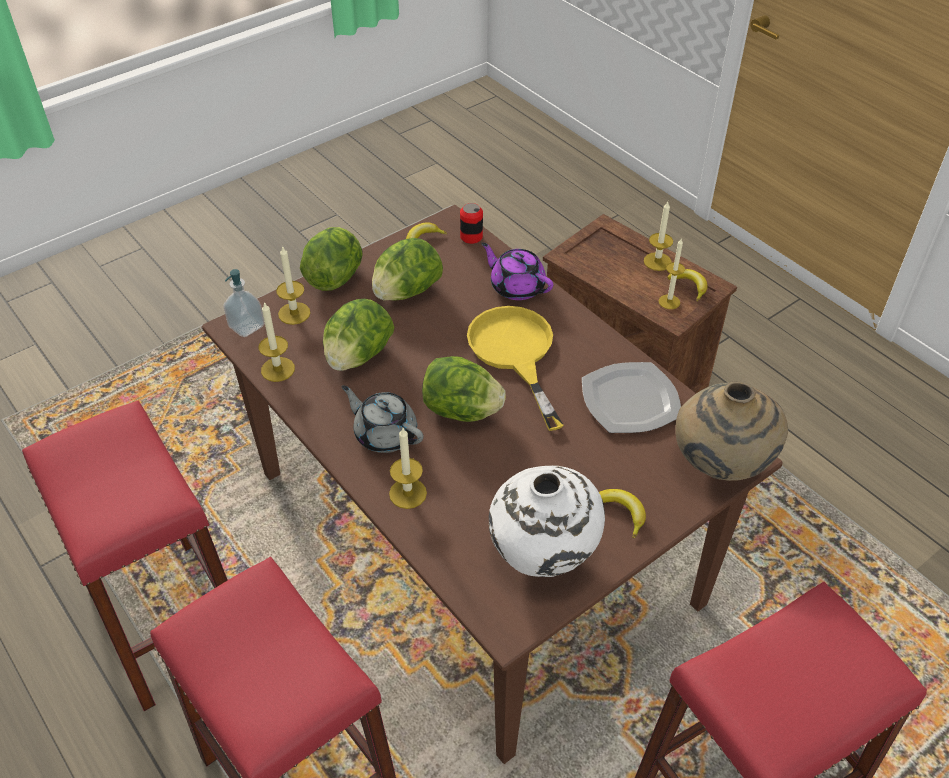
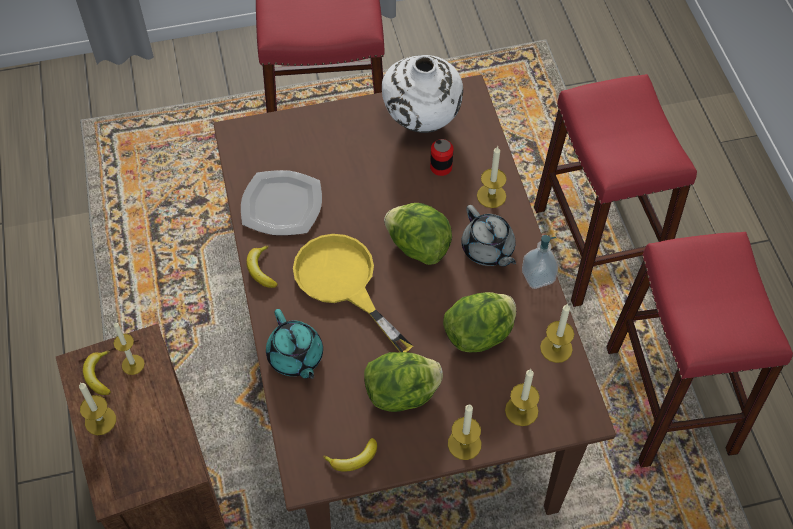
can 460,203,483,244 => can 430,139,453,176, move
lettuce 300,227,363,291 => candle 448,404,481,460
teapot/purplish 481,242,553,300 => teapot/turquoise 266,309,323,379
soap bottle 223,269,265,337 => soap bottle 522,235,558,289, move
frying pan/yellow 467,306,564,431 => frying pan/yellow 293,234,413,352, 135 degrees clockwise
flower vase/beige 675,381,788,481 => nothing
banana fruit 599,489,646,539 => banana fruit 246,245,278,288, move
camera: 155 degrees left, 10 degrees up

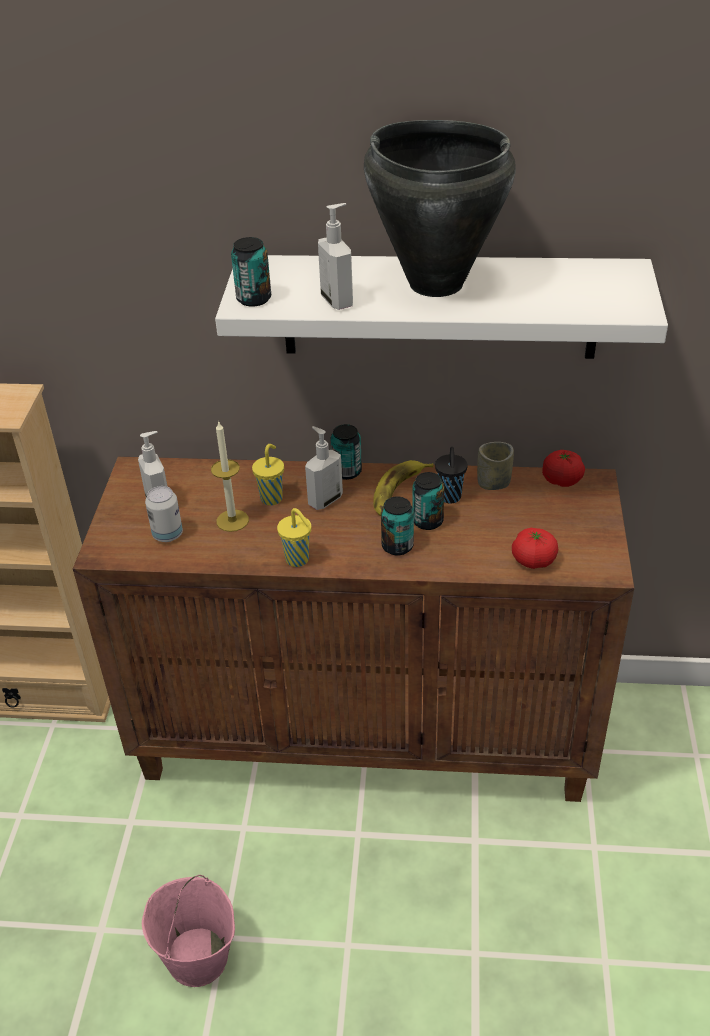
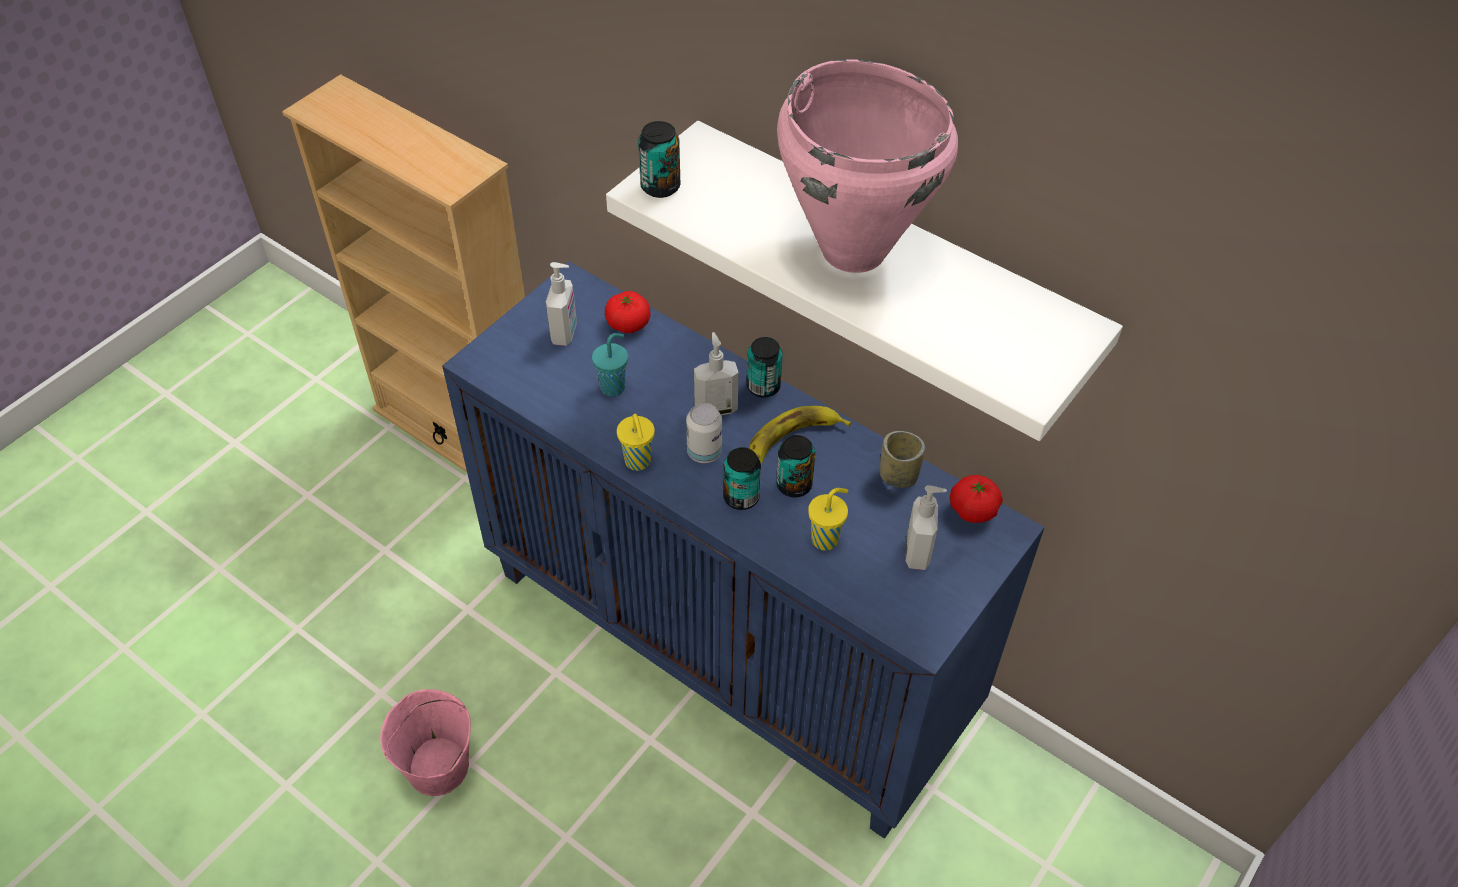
saucepot/black-coloured 364,120,516,297 => saucepot/pink 777,59,958,273
soap bottle 318,203,353,310 => soap bottle 906,485,947,570, move
candle 211,420,249,532 => small cup/turquoise 592,333,628,397
small cup/yellow 252,444,284,506 => small cup/yellow 808,488,848,550, move
small cup/black-coloured 435,447,468,504 => nothing
cabinet/brown 73,457,634,802 => cabinet/blue 442,261,1045,839
can 145,486,183,542 => can 686,403,722,463, move
fresh tomato 512,528,558,569 => fresh tomato 605,291,651,333, move
camera: 30 degrees right, 10 degrees up

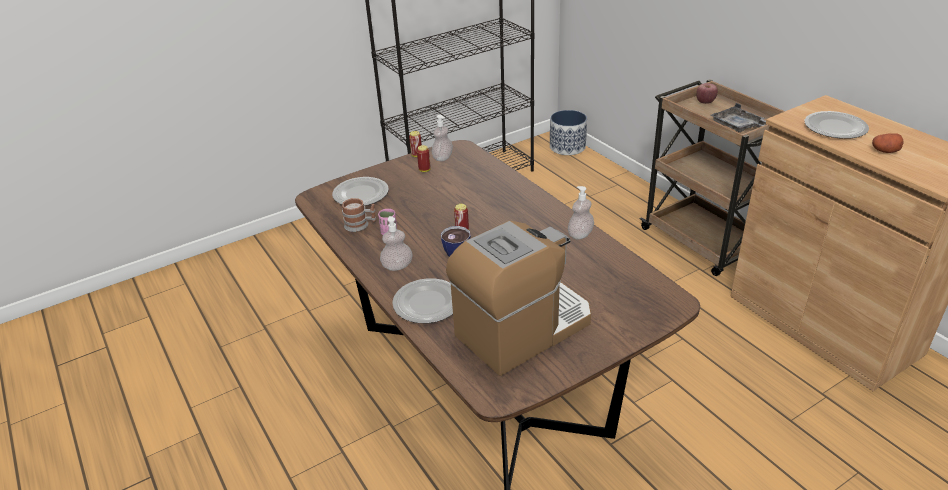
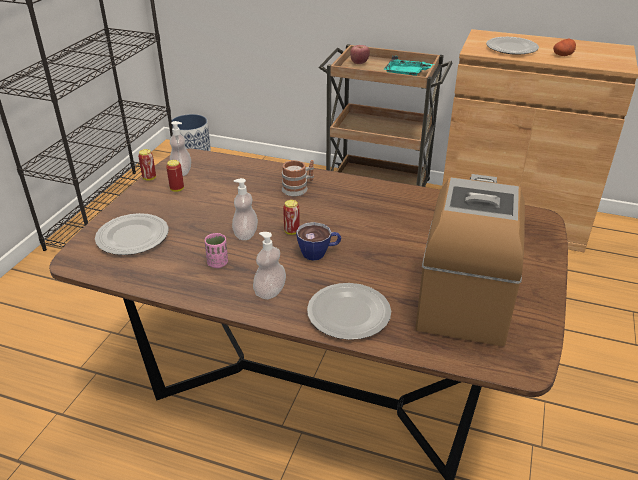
serving tray/gray 710,103,766,132 => serving tray/turquoise 383,56,435,76
soap bottle 568,186,594,240 => soap bottle 232,178,258,240, move
mug 342,198,376,232 => mug 282,160,314,196, move
camera: 40 degrees left, 0 degrees up

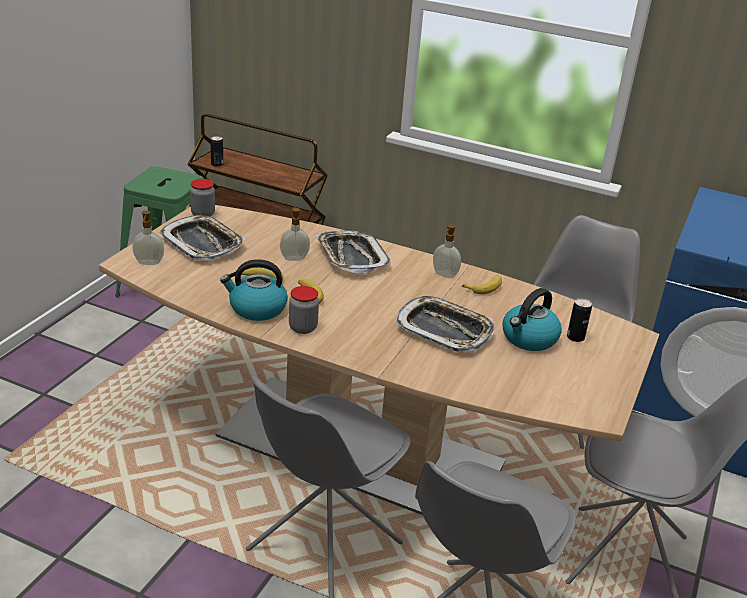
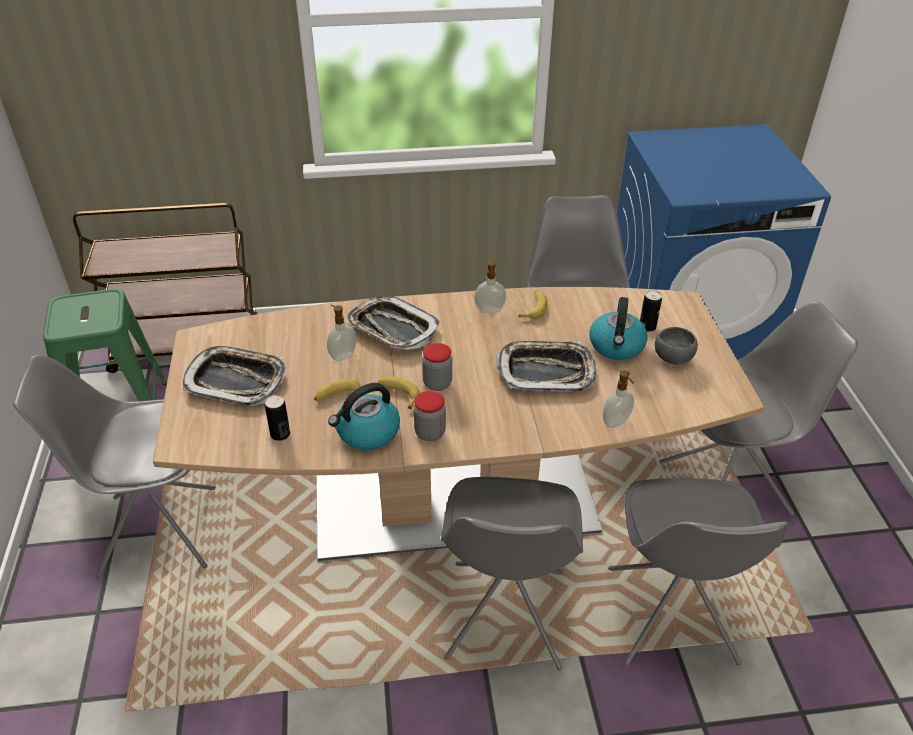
can 210,136,223,167 => can 265,395,290,441, move
preserve jar 190,179,215,217 => preserve jar 422,343,452,391, move
soap bottle 132,210,164,265 => soap bottle 603,370,634,428, move
nothing => serving bowl/gray 655,327,698,365
nothing => chair/gray 13,355,216,579
camera: 30 degrees left, 10 degrees up

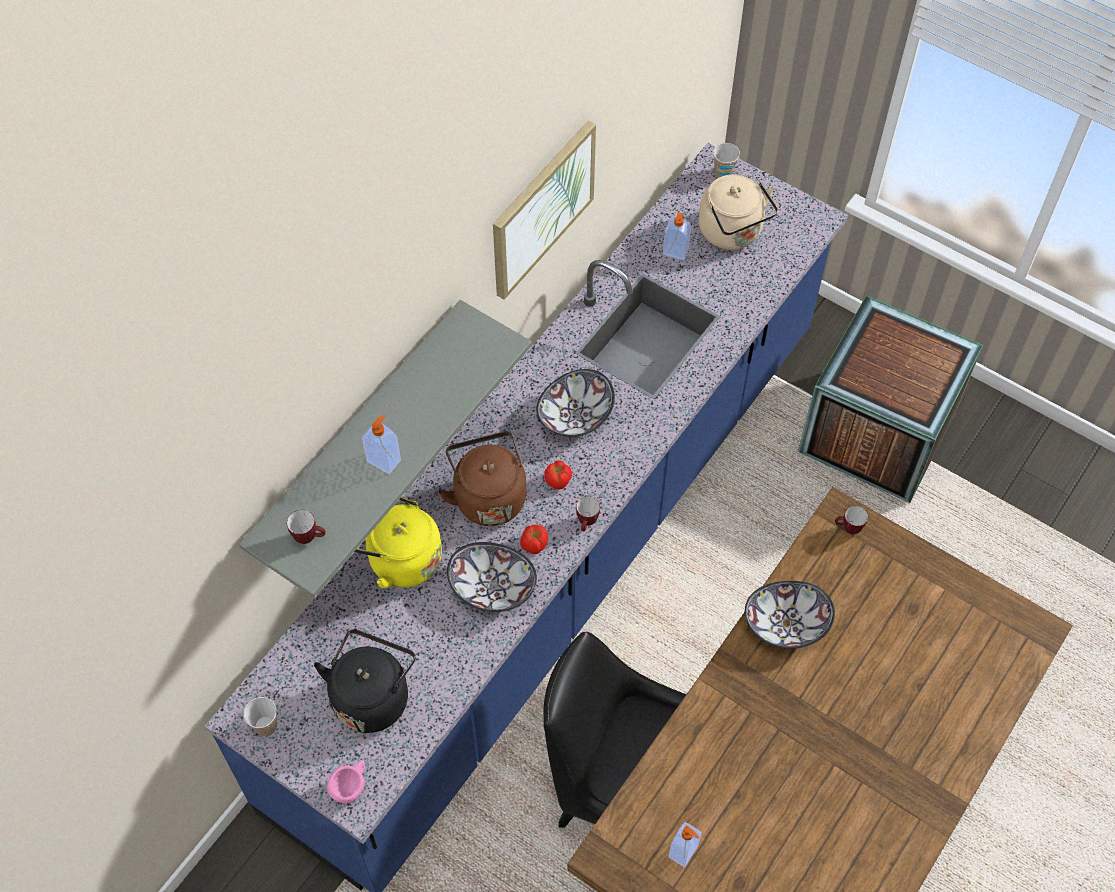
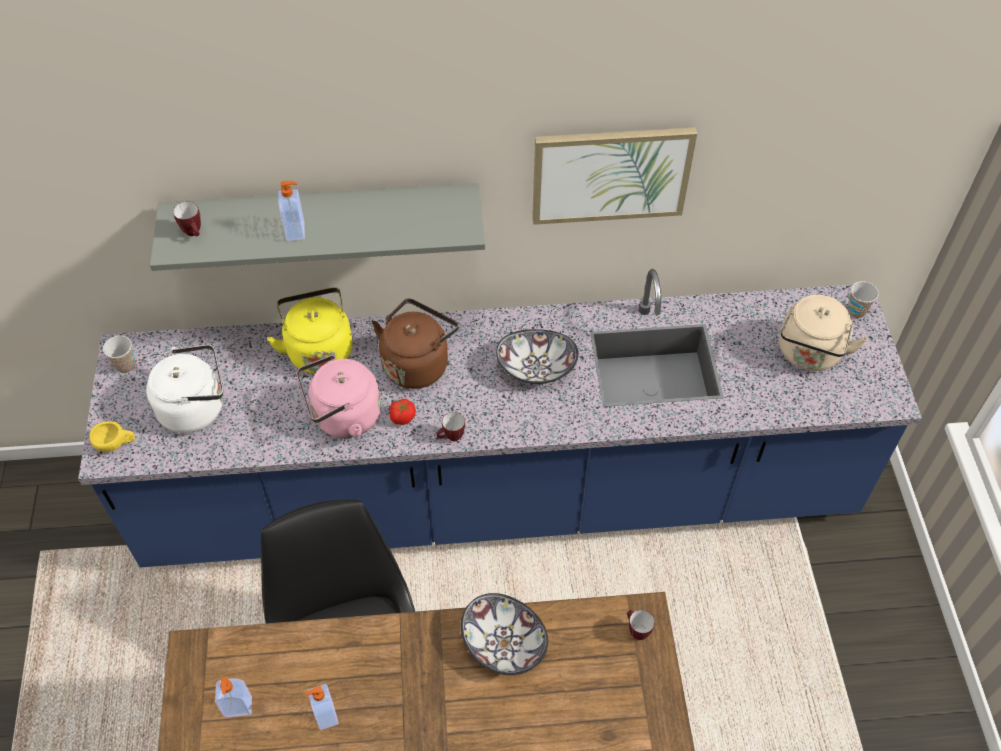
soap bottle 663,212,691,260 => soap bottle 305,684,339,730, move
crate 798,295,983,503 => nothing
fresh tomato 545,460,572,490 => nothing
serving bowl 447,542,537,612 => tea kettle/pink 296,355,381,438
tea kettle/black-coloured 314,629,416,733 => tea kettle/white 146,344,223,433
small cup/pink 327,760,365,803 => small cup/yellow 89,421,135,452
camera: 50 degrees right, 5 degrees down

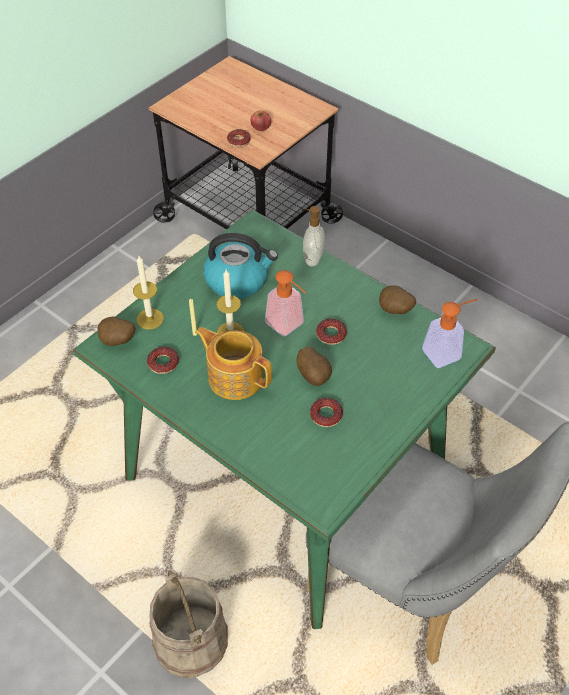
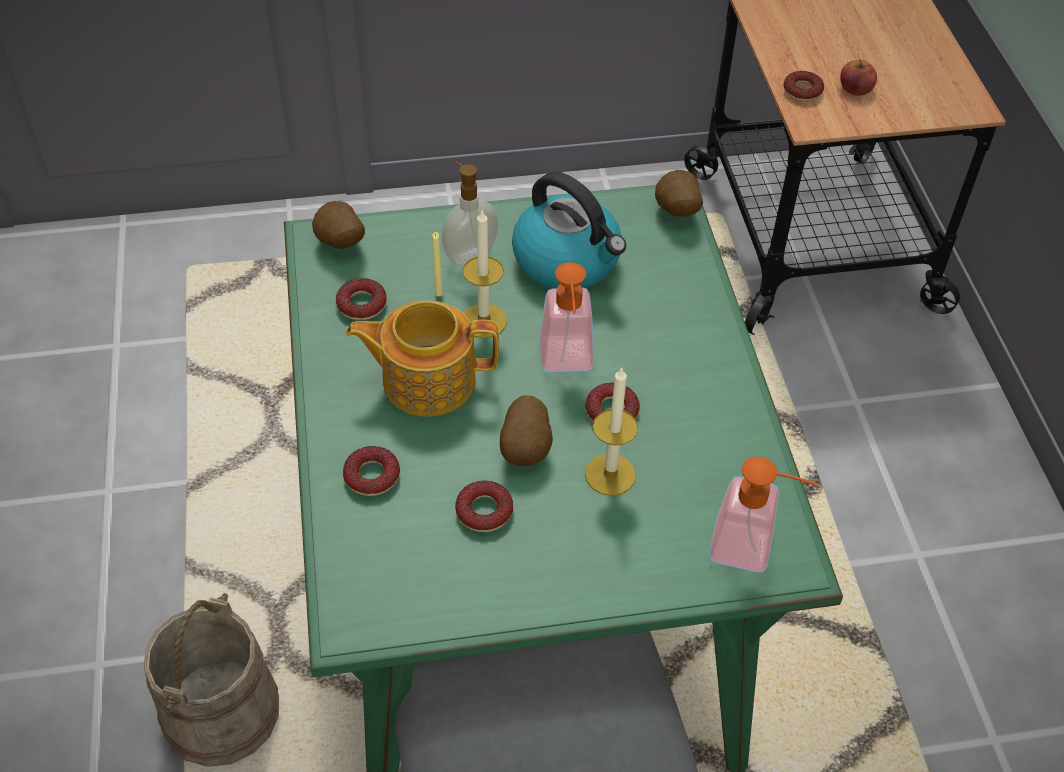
soap bottle 302,206,325,266 => soap bottle 442,161,498,266, move
candle 133,256,164,330 => candle 585,367,638,496, move
potato 379,285,416,314 => potato 655,170,703,217, move
teapot 195,327,272,400 => teapot 346,301,499,417, 75 degrees counterclockwise
nothing => donut 343,446,400,496
camera: 40 degrees right, 0 degrees up

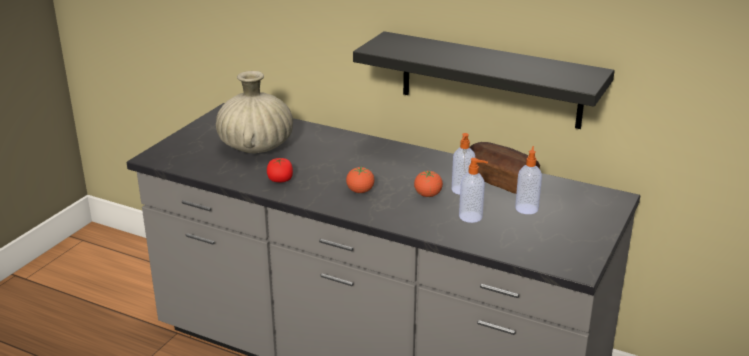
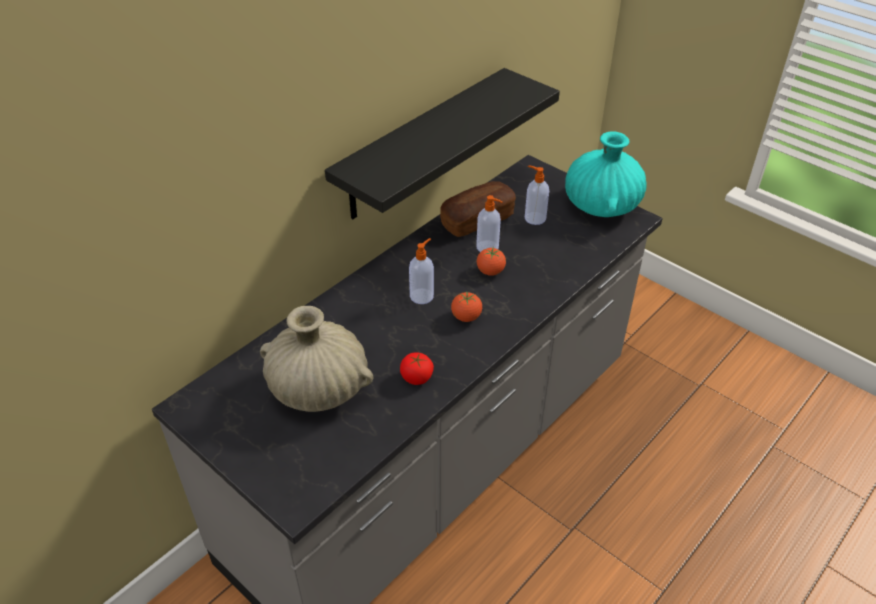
soap bottle 459,158,488,223 => soap bottle 409,238,434,304, move
nothing => flower vase/turquoise 565,131,647,217
camera: 75 degrees left, 15 degrees up

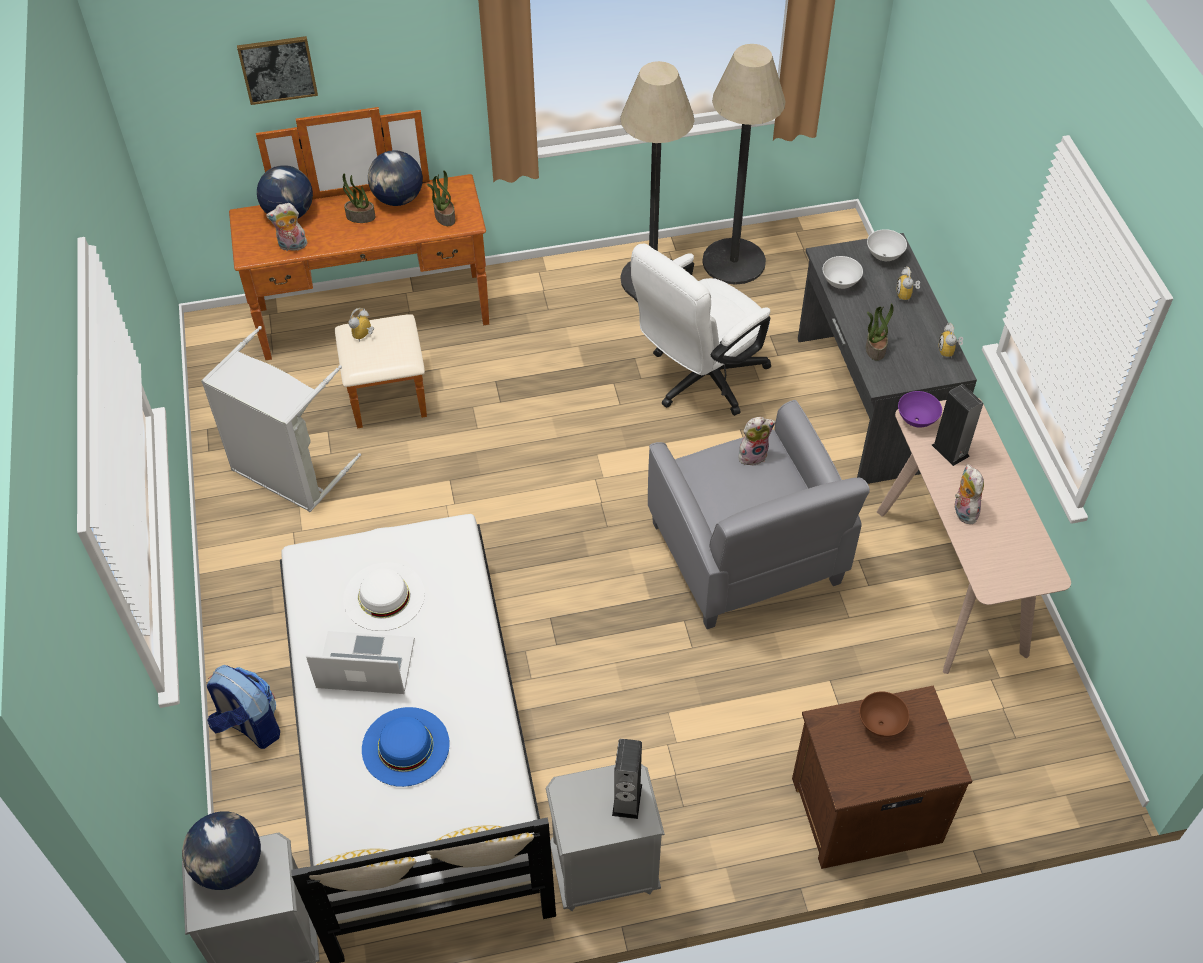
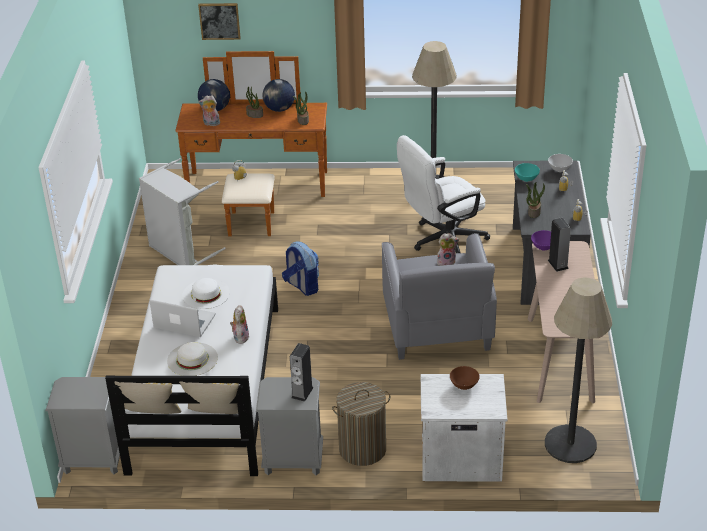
standard lamp 702,44,786,285 => standard lamp 545,277,612,463, move
serving bowl/white 823,256,863,289 => serving bowl/turquoise 515,163,540,182
soft toy 954,464,984,524 => soft toy 230,305,249,344, move
rucksack 207,665,280,749 => rucksack 282,242,319,296, move
bedside table/brown 792,685,972,869 => bedside table/white 421,374,508,482
clothing hat/blue 362,707,450,787 => clothing hat/white 167,342,218,376
world globe 182,811,261,890 => nothing
nothing => washing basket 332,382,390,466
camera: 15 degrees right, 15 degrees down

